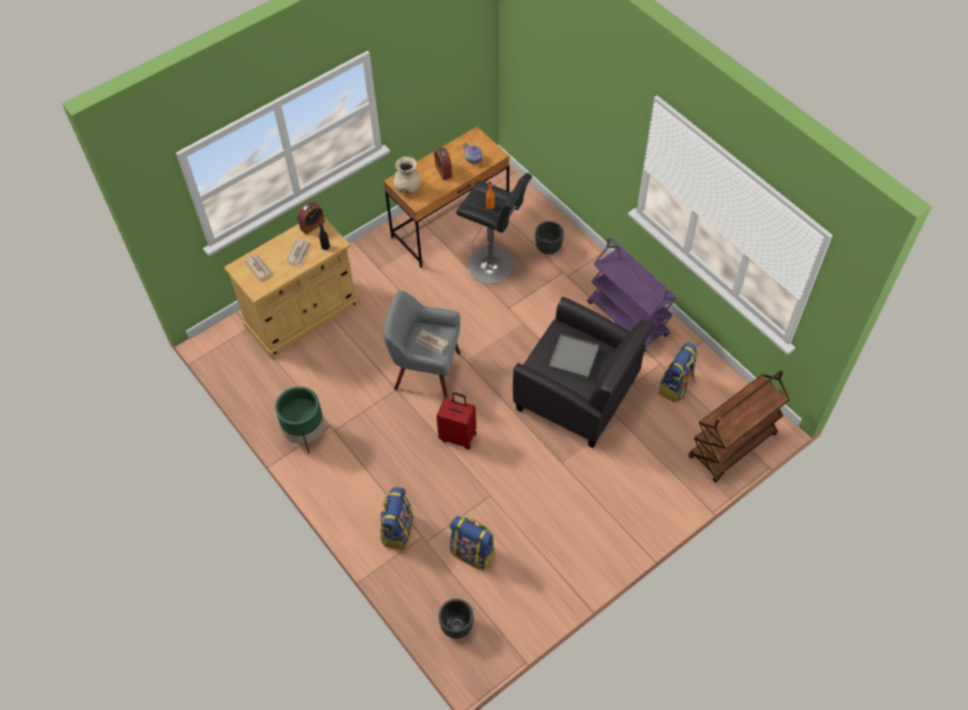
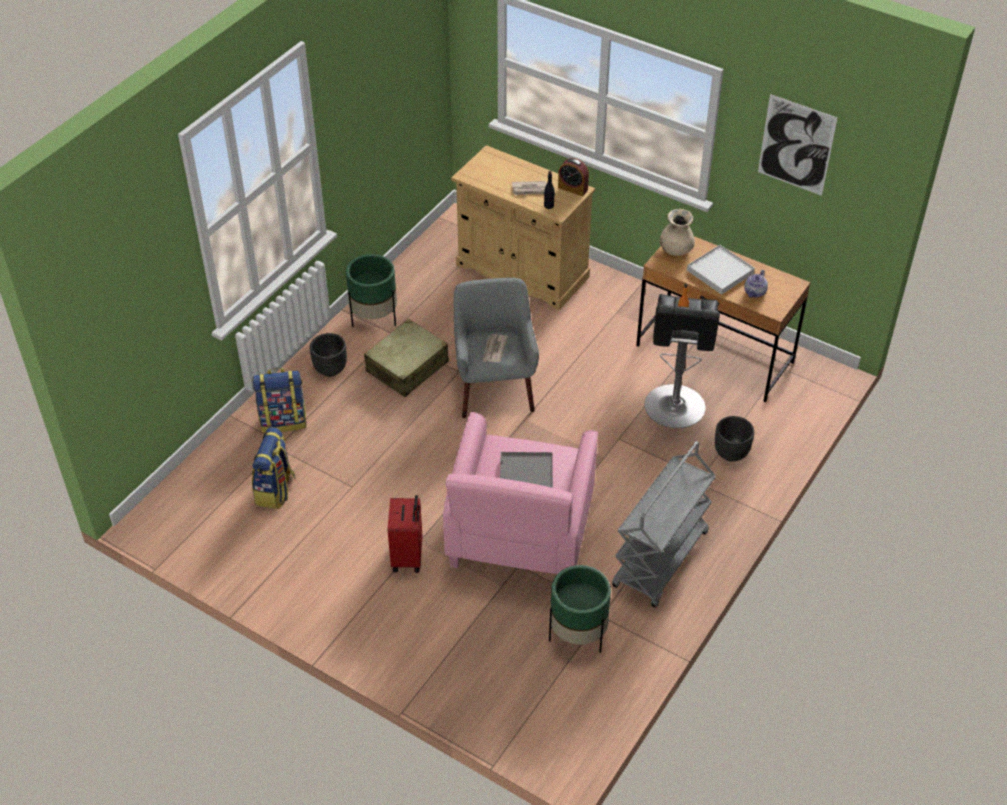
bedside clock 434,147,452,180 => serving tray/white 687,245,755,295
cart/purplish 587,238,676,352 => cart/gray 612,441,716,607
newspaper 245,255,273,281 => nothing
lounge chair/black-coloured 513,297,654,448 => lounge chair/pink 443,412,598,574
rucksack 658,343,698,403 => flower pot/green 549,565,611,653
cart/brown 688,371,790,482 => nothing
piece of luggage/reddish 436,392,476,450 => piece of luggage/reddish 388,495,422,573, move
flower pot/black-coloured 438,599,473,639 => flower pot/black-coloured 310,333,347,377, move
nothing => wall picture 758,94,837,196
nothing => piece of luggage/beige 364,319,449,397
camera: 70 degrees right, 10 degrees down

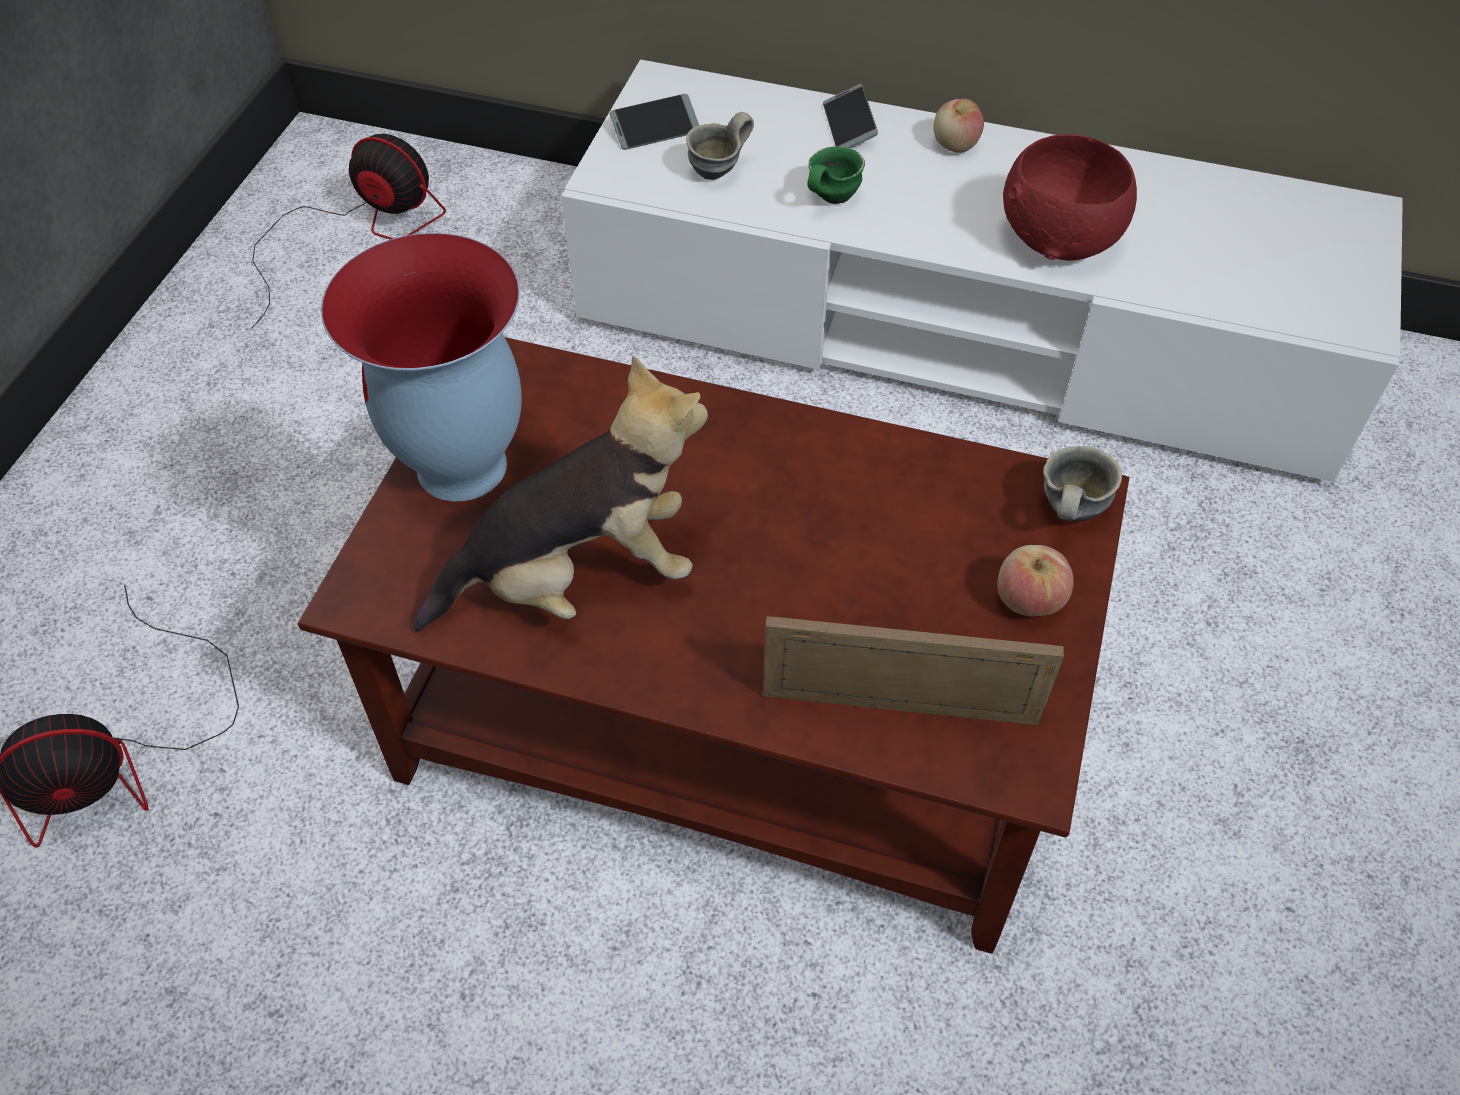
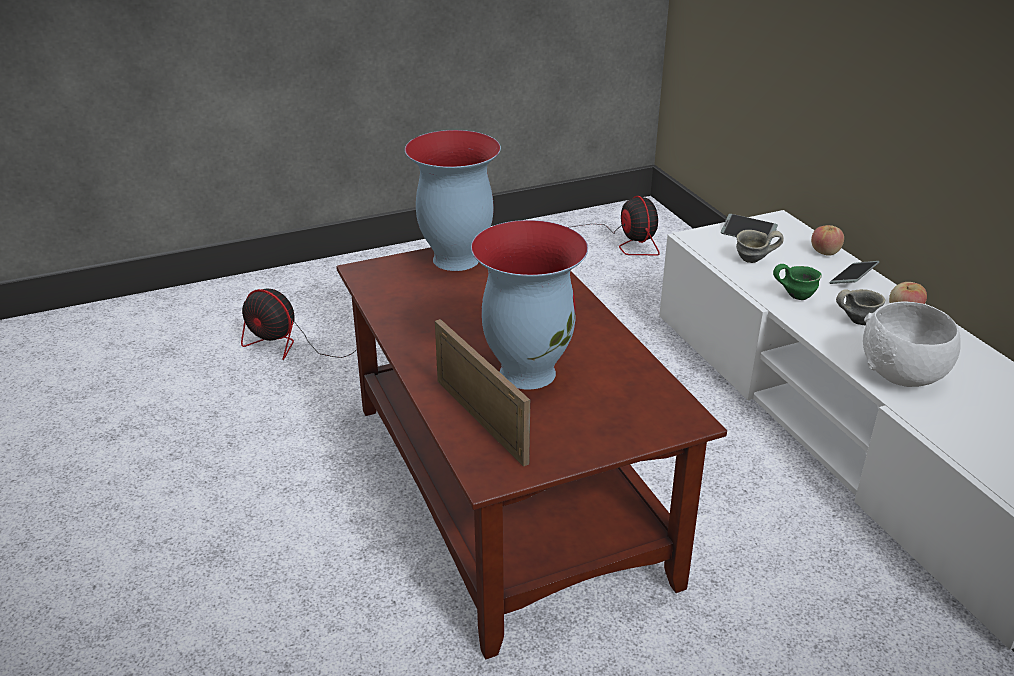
serving bowl/reddish 1003,134,1137,261 => serving bowl/white 863,301,961,387
soft toy 413,356,708,632 => nothing
mug/gray 1043,446,1122,522 => mug/gray 836,289,885,325, move
whole apple 997,545,1074,616 => whole apple 811,225,844,256, move
nothing => flower vase 471,220,588,390
camera: 50 degrees right, 20 degrees down

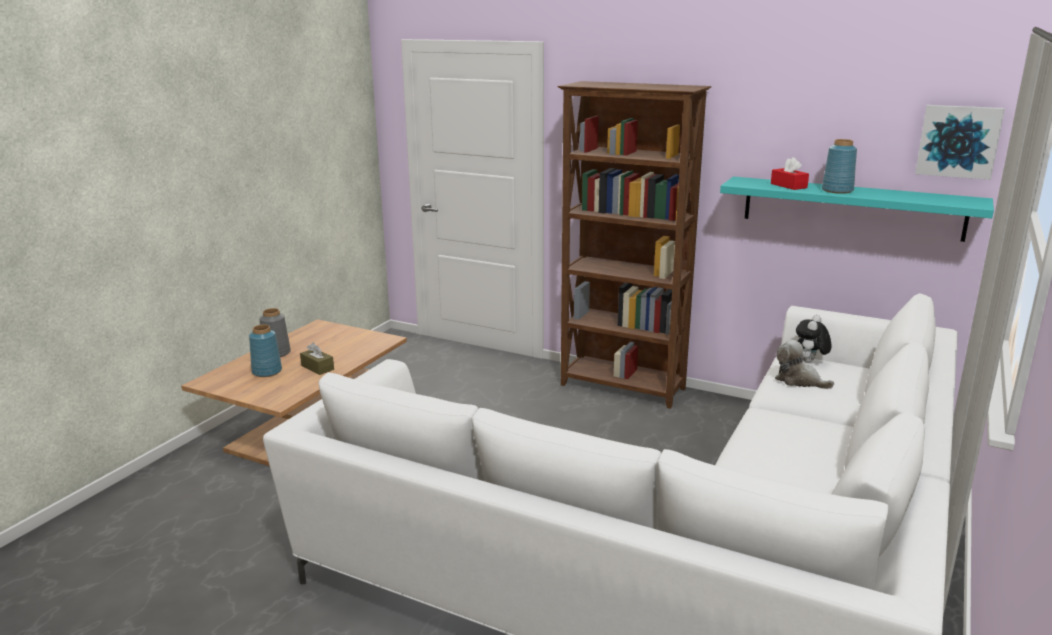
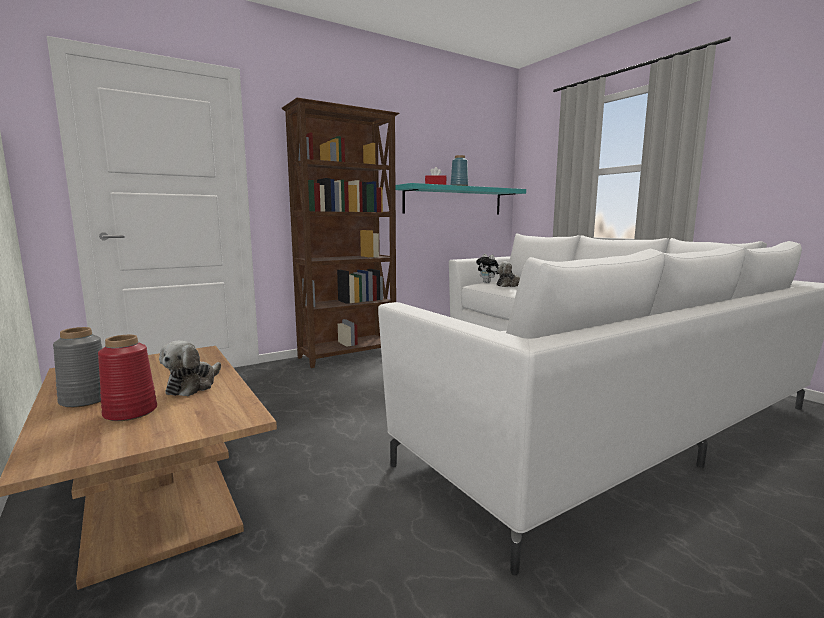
wall picture 915,105,1005,180 => nothing
flower vase/blue 249,324,282,377 => flower vase/reddish 98,335,157,421
box of tissues/brown 300,342,334,375 => soft toy 159,340,221,396
camera: 60 degrees left, 10 degrees down

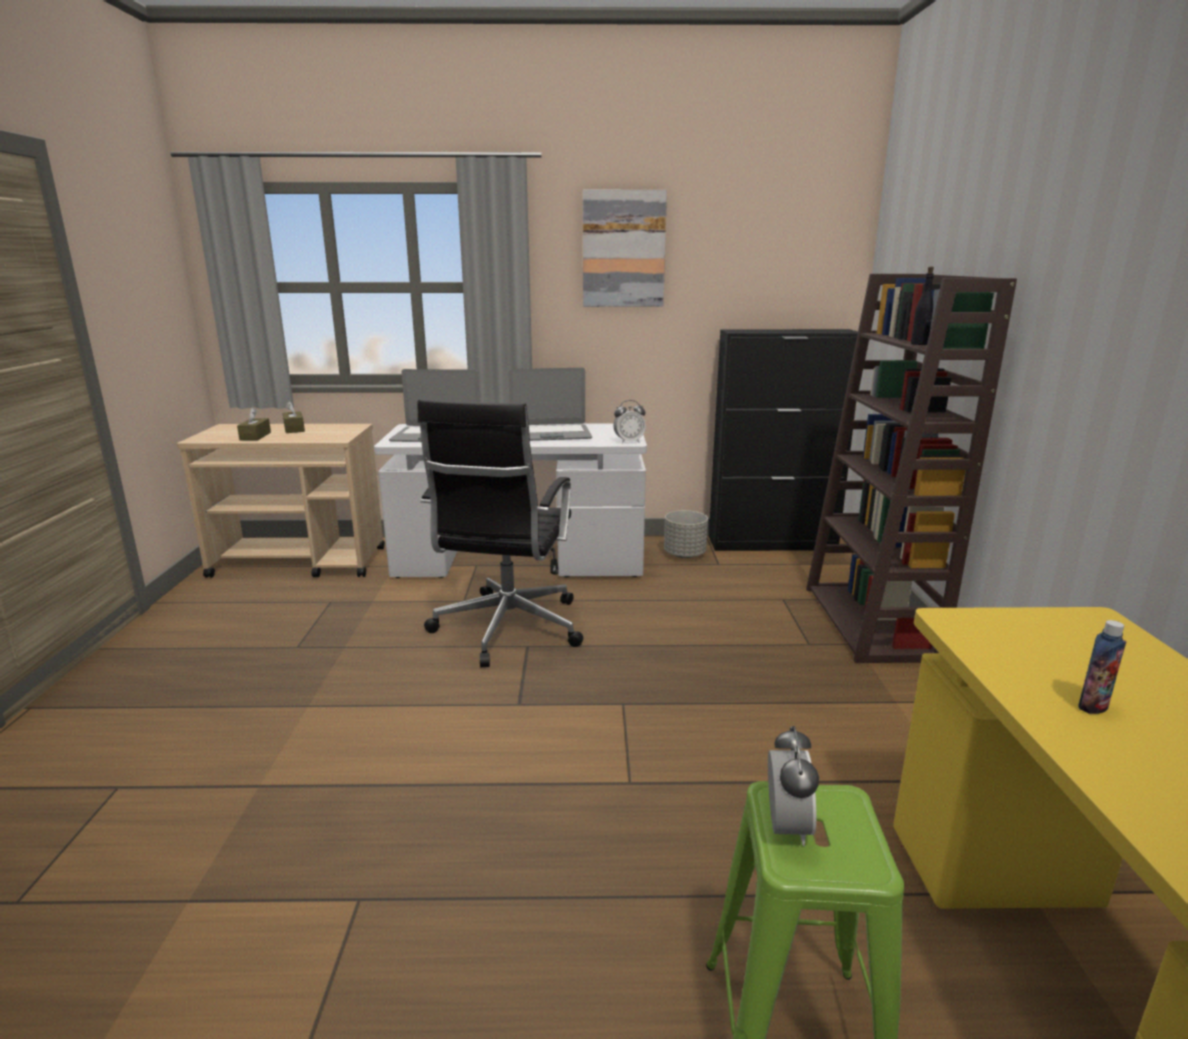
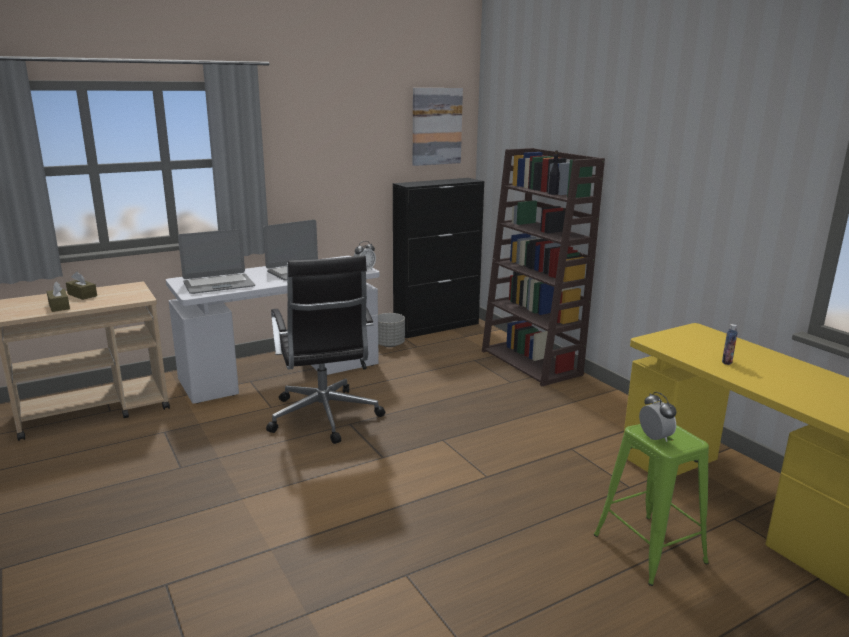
wall picture 583,190,667,307 => wall picture 413,88,463,166, move
camera: 30 degrees left, 0 degrees up

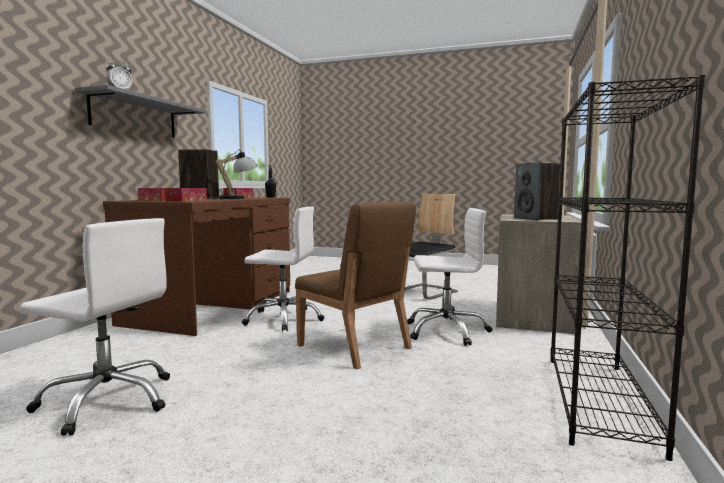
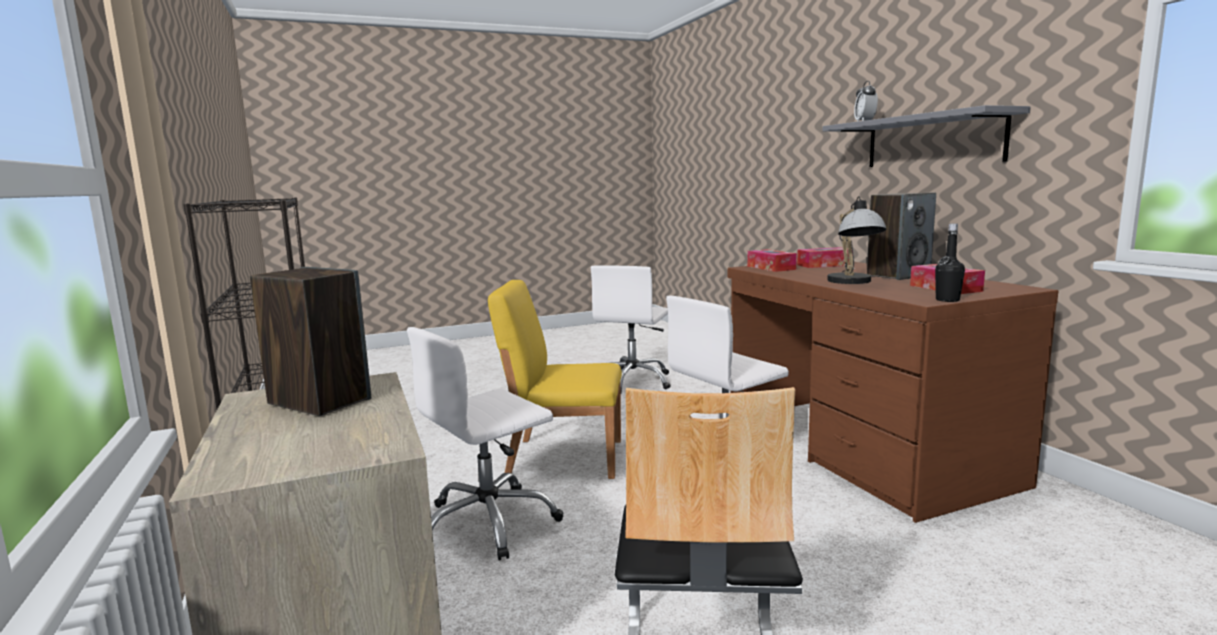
chair/brown 295,201,416,369 => chair/yellow 488,280,622,479
office chair/white 20,218,170,435 => office chair/white 591,265,671,393, 45 degrees counterclockwise
camera: 140 degrees right, 5 degrees up

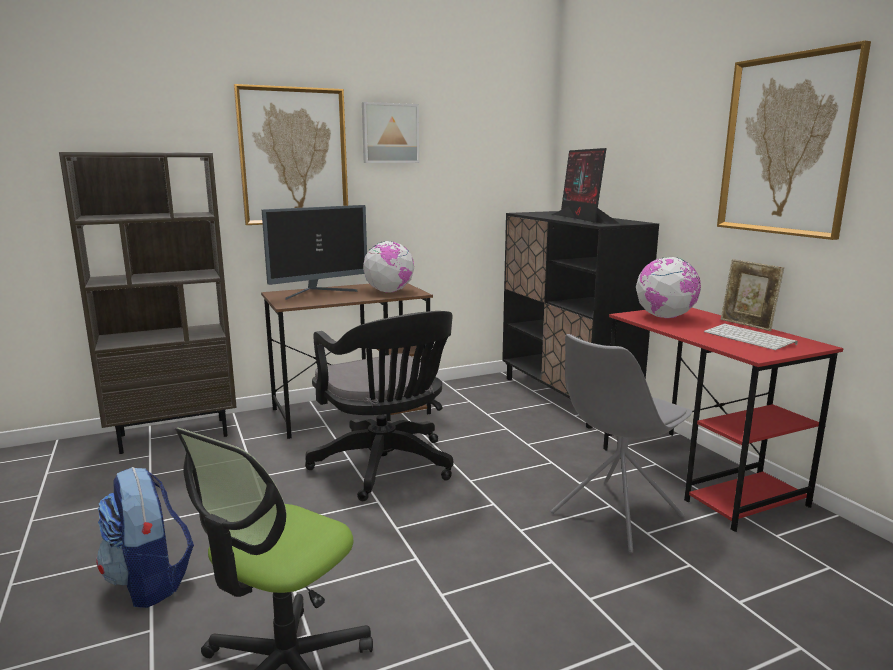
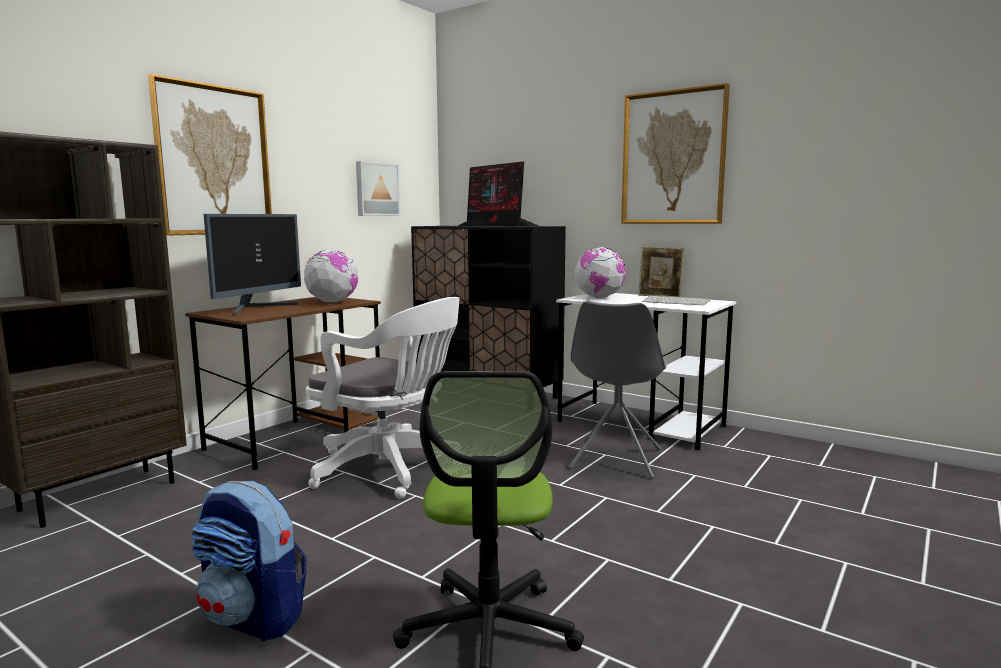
wall picture 362,102,419,163 => wall picture 356,161,400,216, move
desk/reddish 603,308,843,532 => desk/white 556,293,736,450
office chair/black-coloured 305,311,453,501 => office chair/white 306,297,460,499
camera: 30 degrees left, 5 degrees down

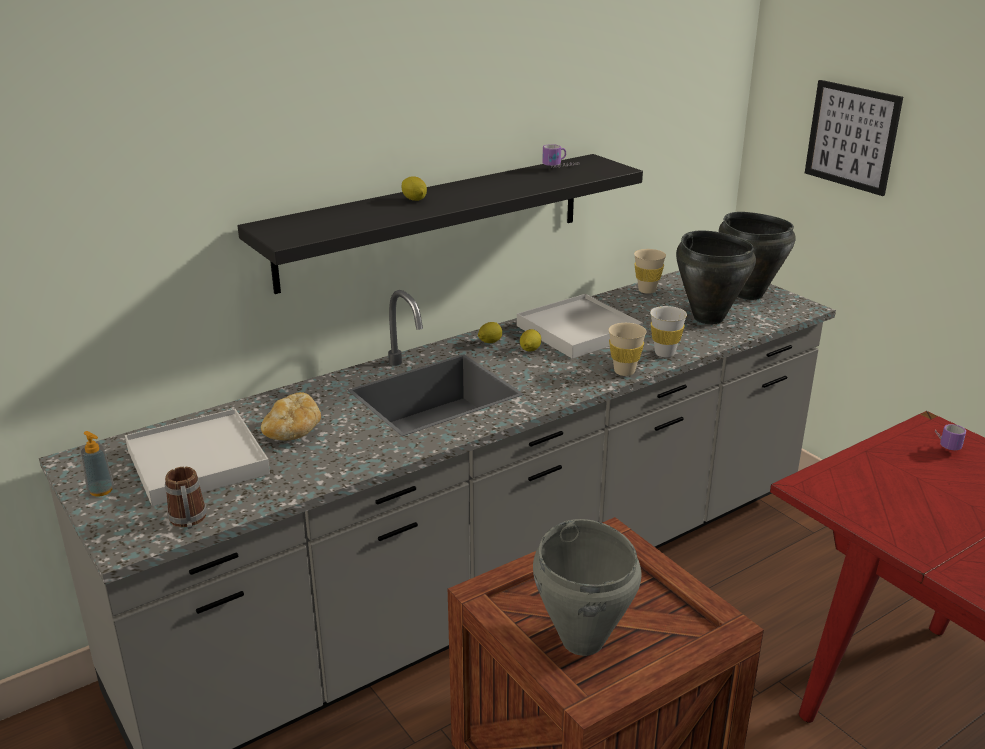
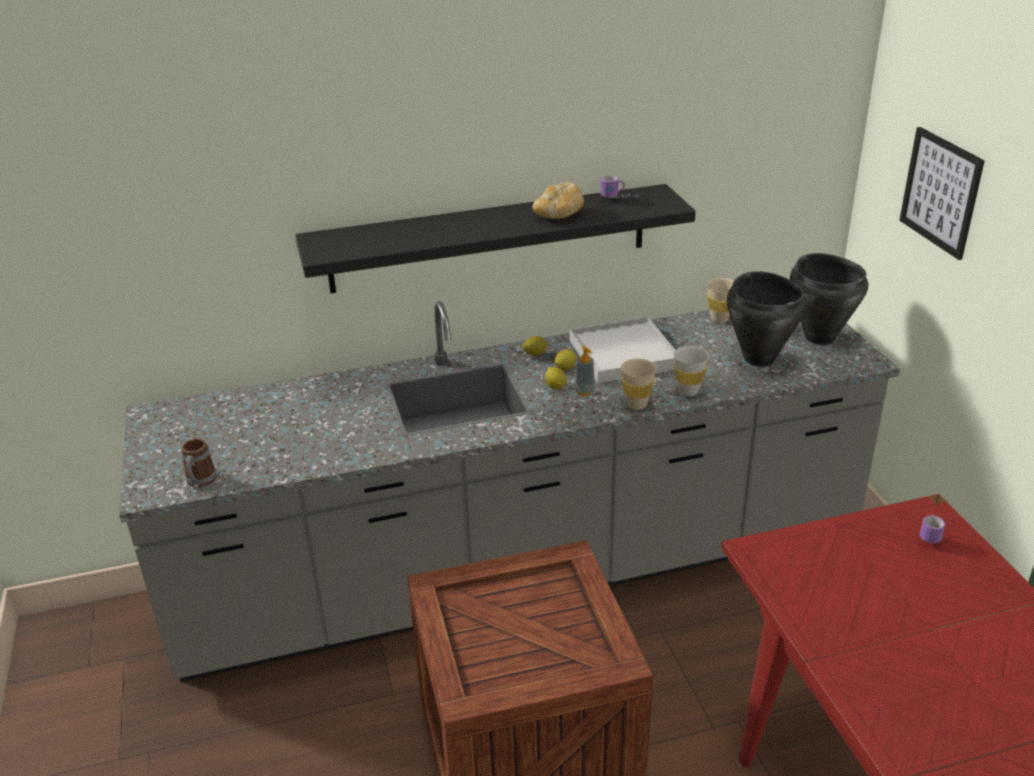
whole lemon 402,176,427,201 => whole lemon 545,367,566,389, move
baked bread 261,392,321,441 => baked bread 533,182,584,219, move
serving tray/white 125,409,270,506 => nothing
soap bottle 81,431,114,497 => soap bottle 575,346,595,396, move
saucepot/gray 533,519,642,656 => nothing
camera: 20 degrees right, 5 degrees up

